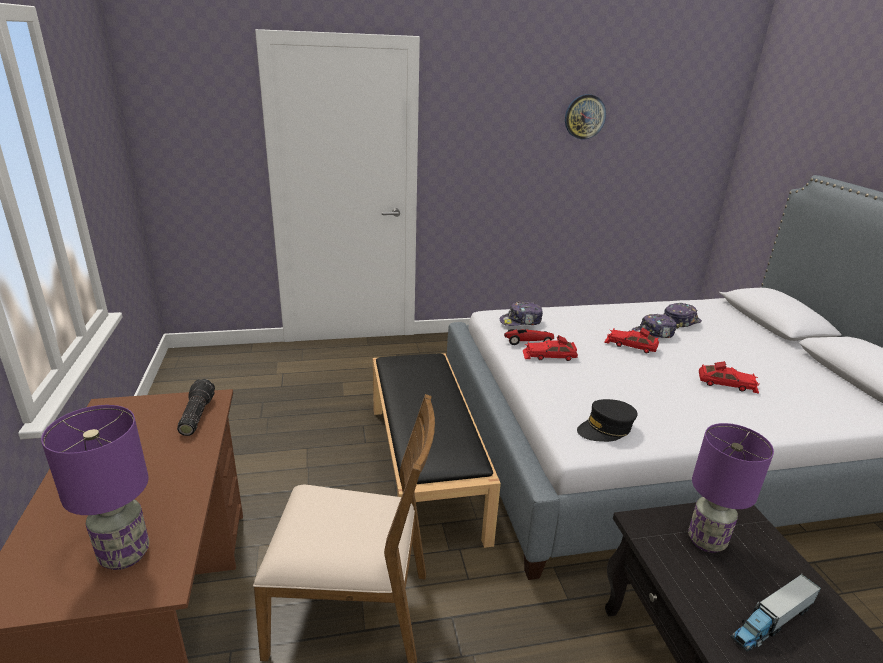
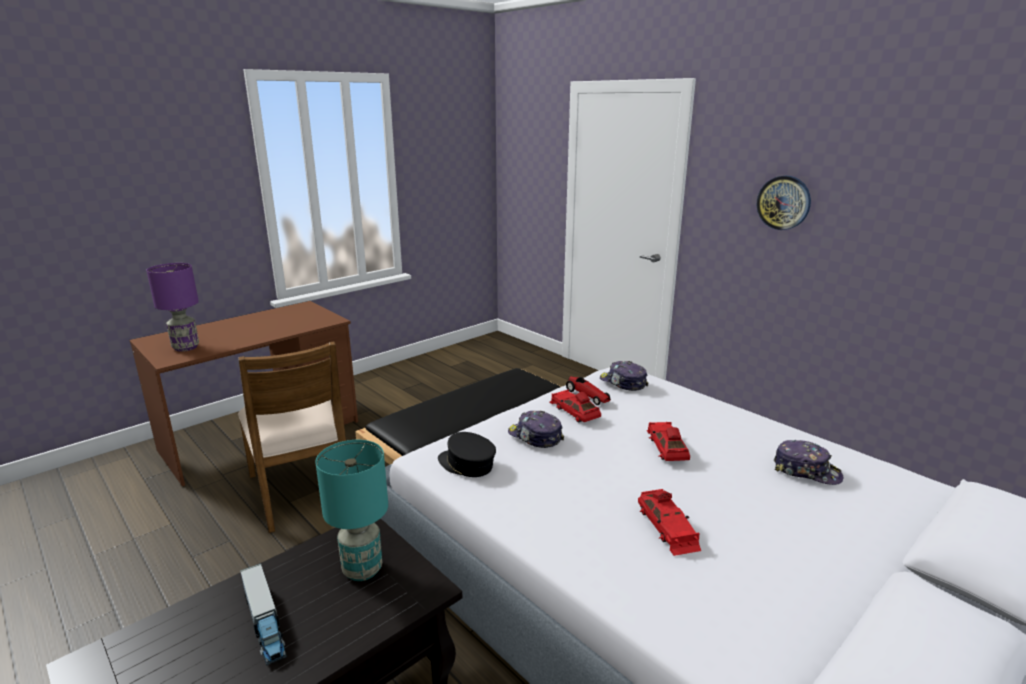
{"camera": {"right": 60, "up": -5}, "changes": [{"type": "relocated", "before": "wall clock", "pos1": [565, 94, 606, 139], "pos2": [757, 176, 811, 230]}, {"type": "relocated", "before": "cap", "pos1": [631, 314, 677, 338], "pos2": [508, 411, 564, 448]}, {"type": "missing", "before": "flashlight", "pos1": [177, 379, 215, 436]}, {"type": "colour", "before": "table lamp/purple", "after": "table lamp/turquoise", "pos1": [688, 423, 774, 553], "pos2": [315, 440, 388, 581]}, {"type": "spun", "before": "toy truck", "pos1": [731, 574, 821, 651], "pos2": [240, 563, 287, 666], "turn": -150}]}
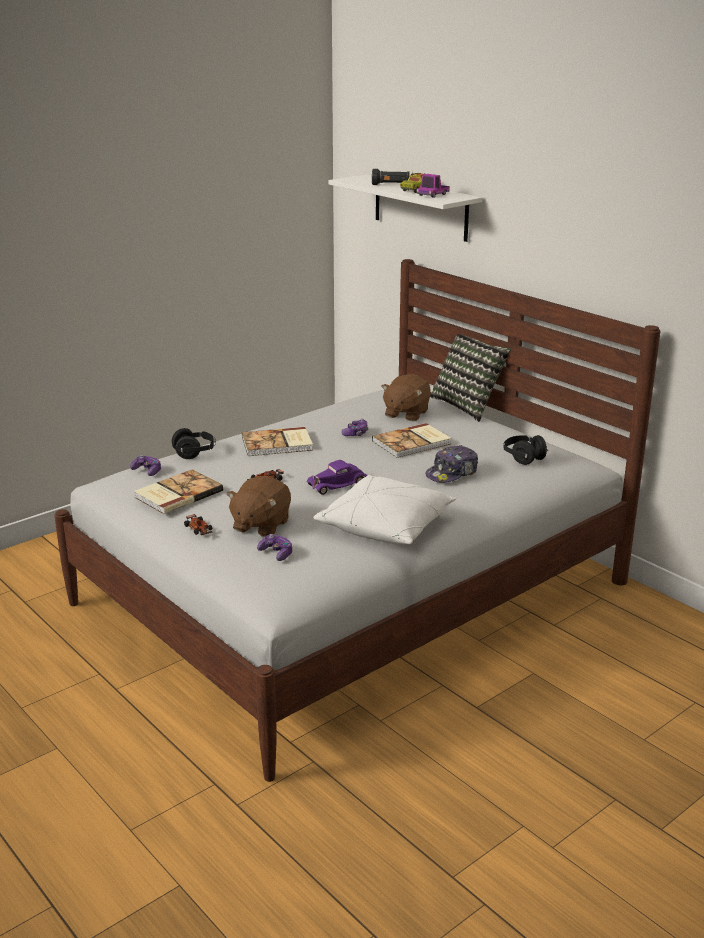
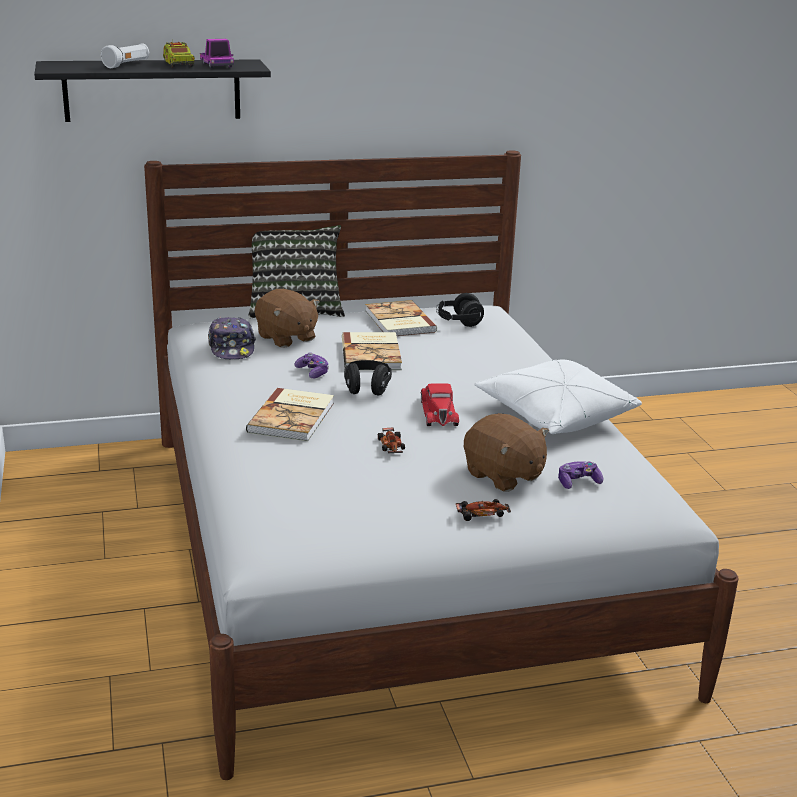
{"camera": {"right": -65, "up": 0}, "changes": [{"type": "colour", "before": "flashlight/black", "after": "flashlight/white", "pos1": [372, 169, 410, 185], "pos2": [101, 43, 149, 68]}, {"type": "colour", "before": "shelf/white", "after": "shelf/black", "pos1": [328, 174, 482, 242], "pos2": [34, 59, 271, 122]}, {"type": "relocated", "before": "headphones/black", "pos1": [172, 428, 216, 459], "pos2": [344, 360, 392, 396]}, {"type": "relocated", "before": "cap", "pos1": [425, 445, 478, 483], "pos2": [208, 317, 256, 359]}, {"type": "missing", "before": "game controller", "pos1": [130, 455, 161, 476]}, {"type": "colour", "before": "toy car/purple", "after": "toy car/red", "pos1": [306, 460, 367, 495], "pos2": [421, 384, 459, 426]}, {"type": "relocated", "before": "book", "pos1": [134, 469, 223, 514], "pos2": [365, 300, 437, 336]}]}
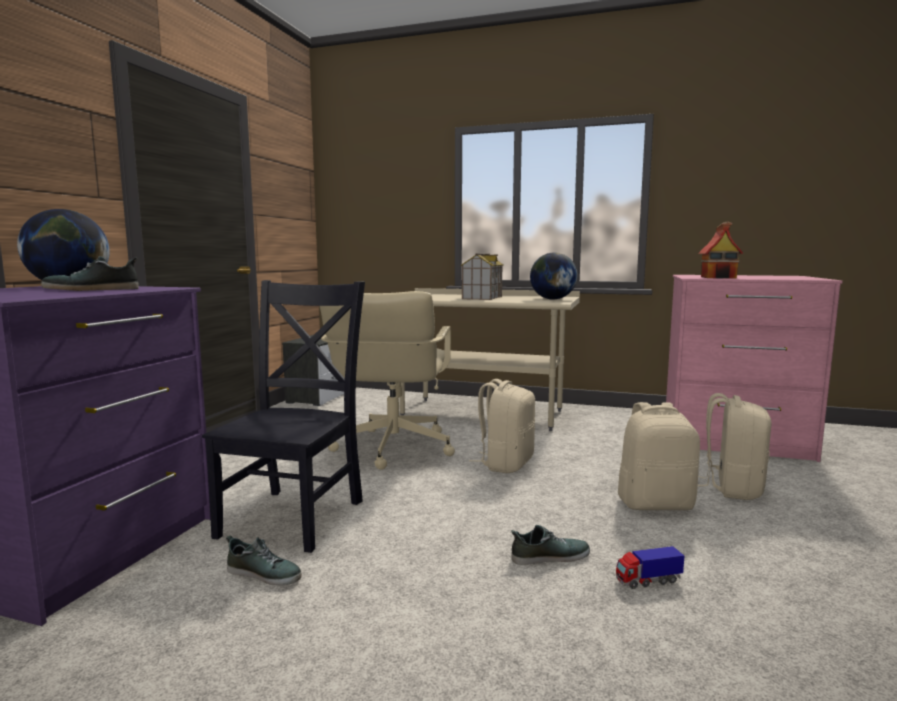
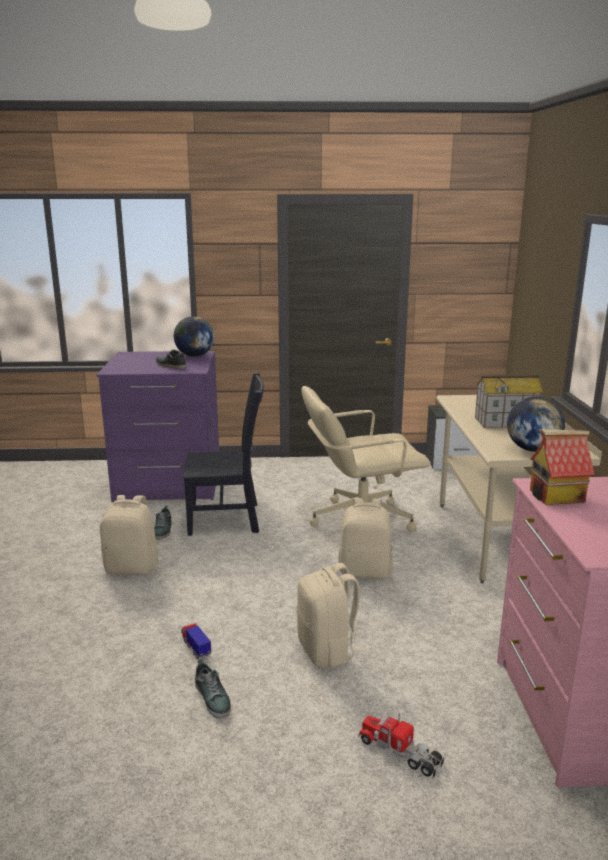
{"camera": {"right": 70, "up": 10}, "changes": [{"type": "relocated", "before": "backpack/beige", "pos1": [698, 393, 771, 500], "pos2": [100, 495, 159, 575]}, {"type": "relocated", "before": "shoe", "pos1": [511, 525, 590, 565], "pos2": [195, 659, 231, 719]}, {"type": "appeared", "after": "toy truck", "pos2": [358, 713, 444, 778]}]}
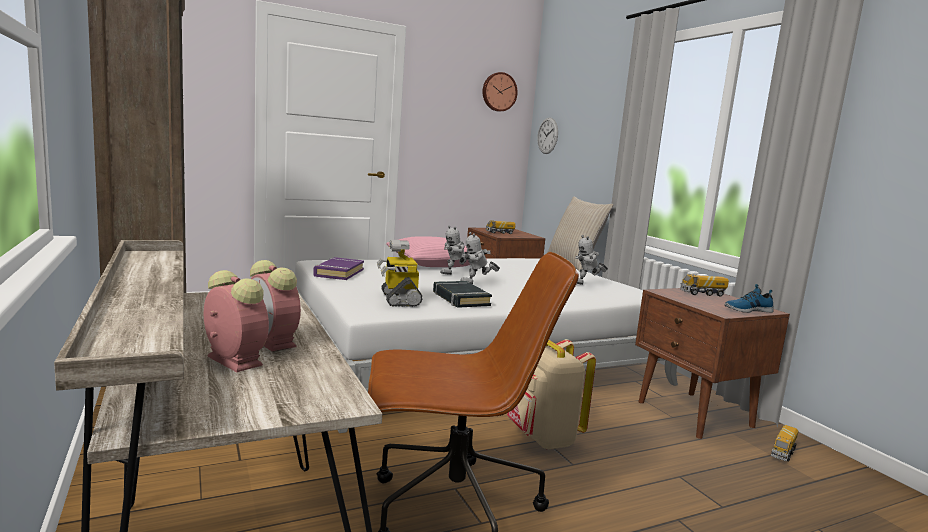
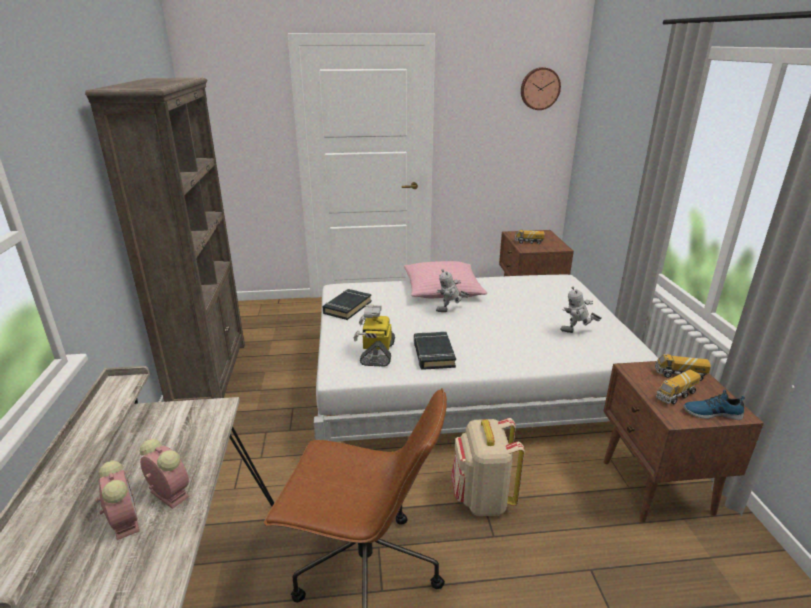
{"camera": {"right": 20, "up": 15}, "changes": [{"type": "missing", "before": "wall clock", "pos1": [537, 117, 558, 154]}, {"type": "missing", "before": "pillow/beige", "pos1": [546, 197, 614, 272]}, {"type": "missing", "before": "toy robot", "pos1": [460, 232, 500, 284]}, {"type": "colour", "before": "book/purple", "after": "book/black", "pos1": [313, 257, 364, 280], "pos2": [322, 289, 372, 320]}, {"type": "spun", "before": "alarm clock", "pos1": [250, 260, 301, 352], "pos2": [140, 439, 190, 509], "turn": 150}, {"type": "relocated", "before": "toy truck", "pos1": [771, 425, 798, 462], "pos2": [656, 370, 701, 404]}]}
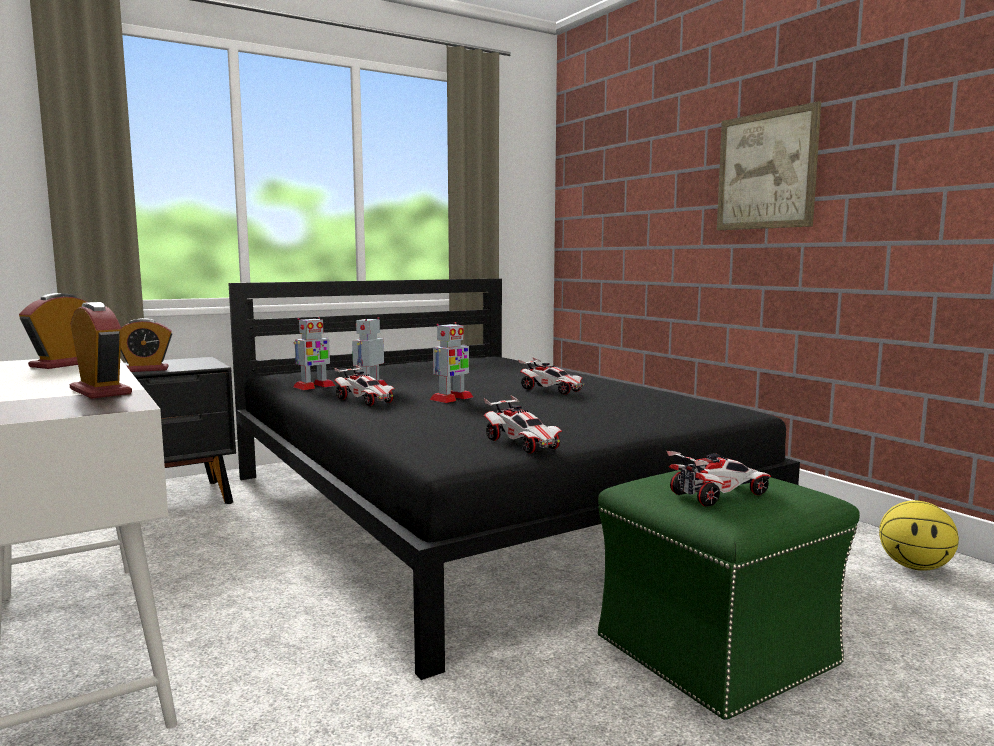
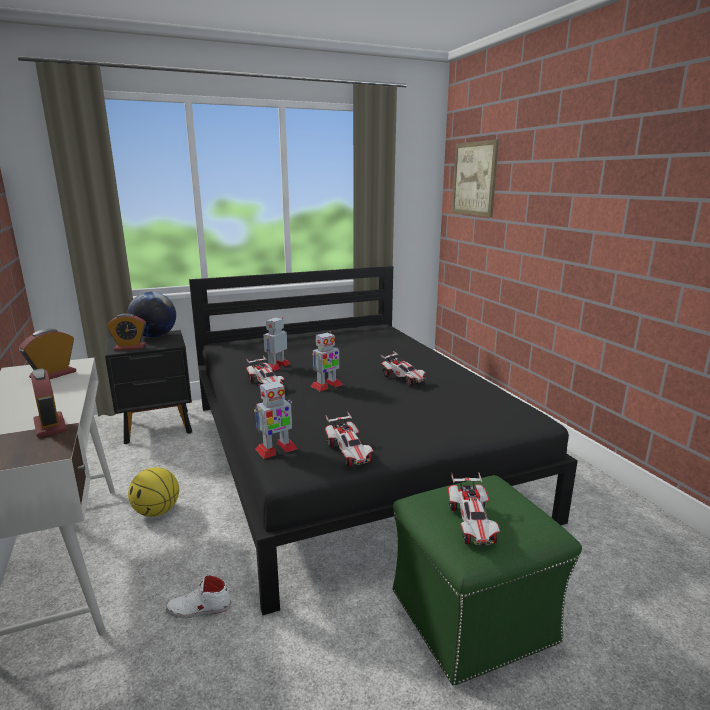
{"camera": {"right": 10, "up": 10}, "changes": [{"type": "relocated", "before": "picture", "pos1": [717, 101, 821, 230], "pos2": [452, 139, 499, 217]}, {"type": "relocated", "before": "toy robot", "pos1": [293, 317, 335, 390], "pos2": [254, 379, 298, 459]}, {"type": "spun", "before": "toy car", "pos1": [667, 451, 771, 507], "pos2": [448, 472, 500, 546], "turn": 105}, {"type": "relocated", "before": "basketball", "pos1": [879, 501, 959, 571], "pos2": [128, 467, 179, 517]}, {"type": "appeared", "after": "globe", "pos2": [127, 292, 176, 338]}, {"type": "appeared", "after": "shoe/white", "pos2": [166, 574, 231, 618]}]}
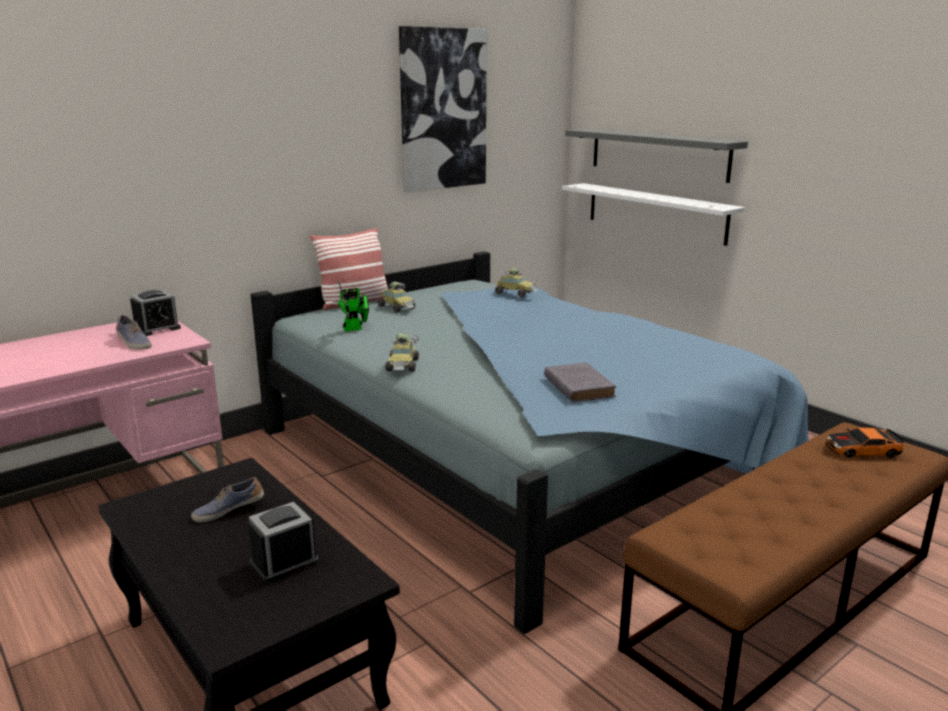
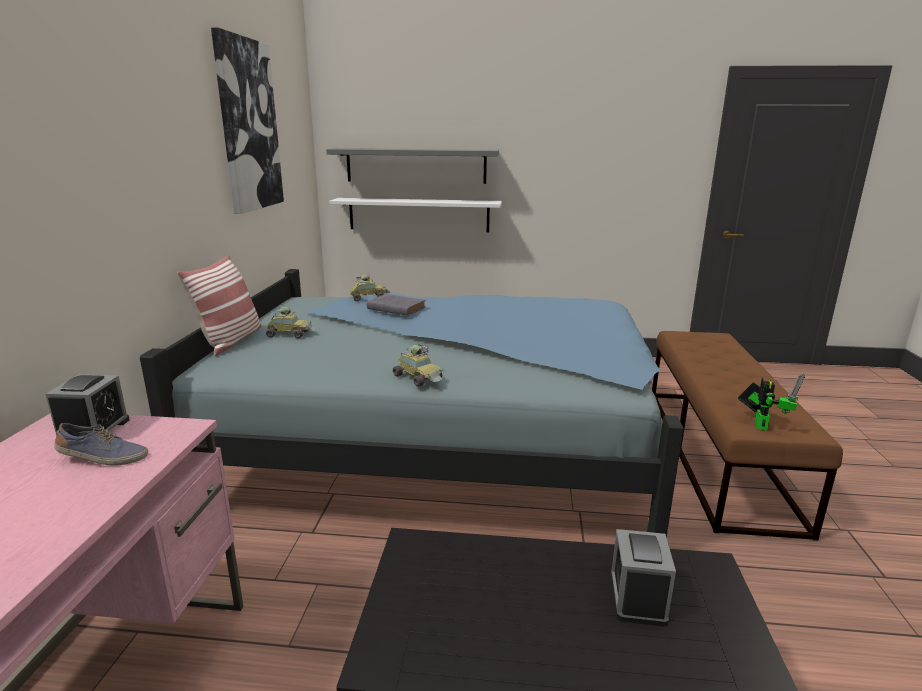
{"camera": {"right": -45, "up": 0}, "changes": [{"type": "relocated", "before": "toy robot", "pos1": [338, 279, 369, 332], "pos2": [738, 373, 805, 431]}, {"type": "relocated", "before": "book/grey", "pos1": [544, 362, 616, 402], "pos2": [367, 294, 426, 316]}, {"type": "missing", "before": "toy car", "pos1": [826, 428, 903, 458]}, {"type": "missing", "before": "shoe", "pos1": [191, 477, 264, 522]}]}
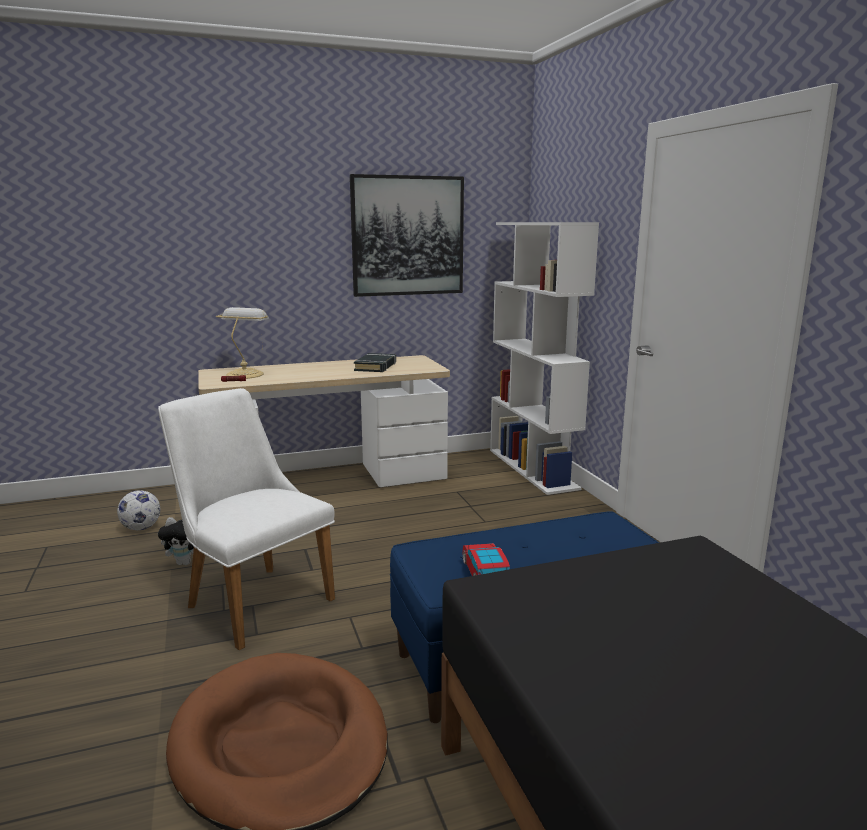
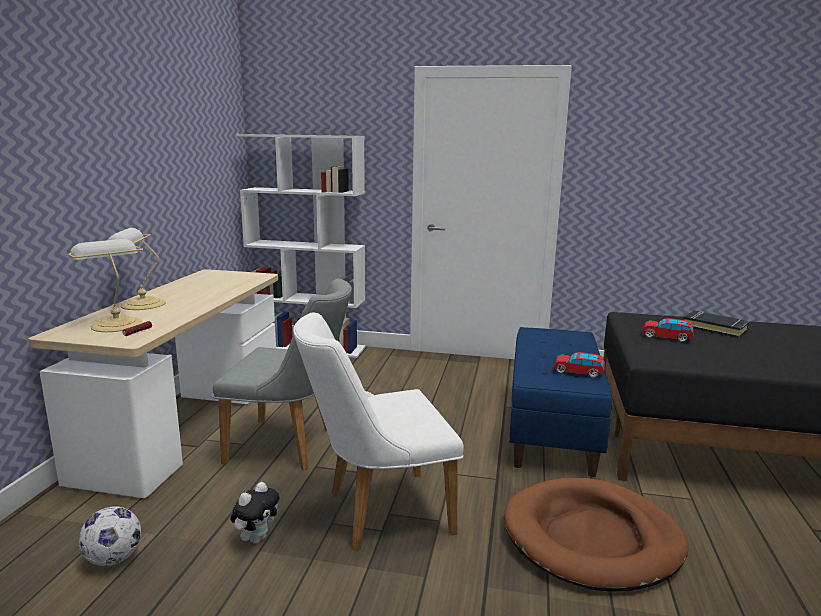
{"camera": {"right": -60, "up": 0}, "changes": [{"type": "missing", "before": "picture", "pos1": [350, 174, 464, 297]}, {"type": "relocated", "before": "book/black", "pos1": [354, 353, 396, 372], "pos2": [683, 311, 750, 338]}, {"type": "appeared", "after": "table lamp", "pos2": [108, 228, 166, 310]}, {"type": "appeared", "after": "chair/grey", "pos2": [213, 279, 352, 470]}, {"type": "appeared", "after": "toy car", "pos2": [642, 318, 694, 342]}]}
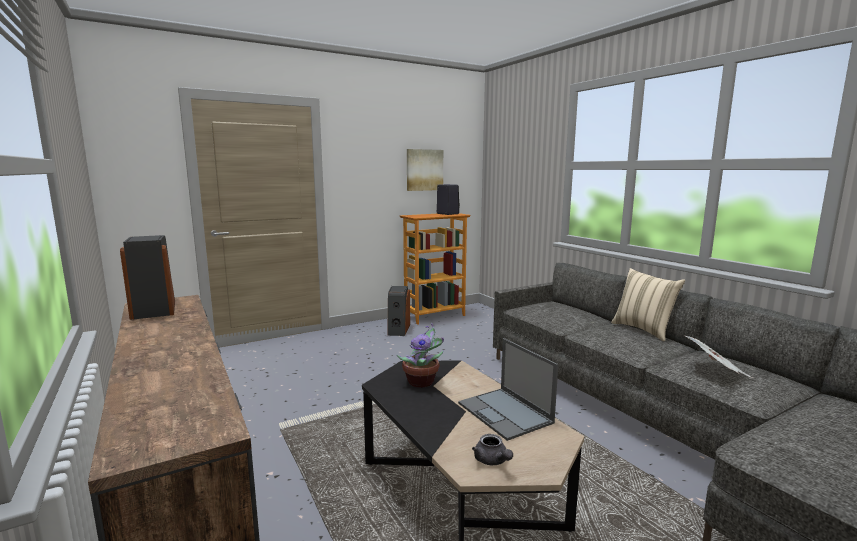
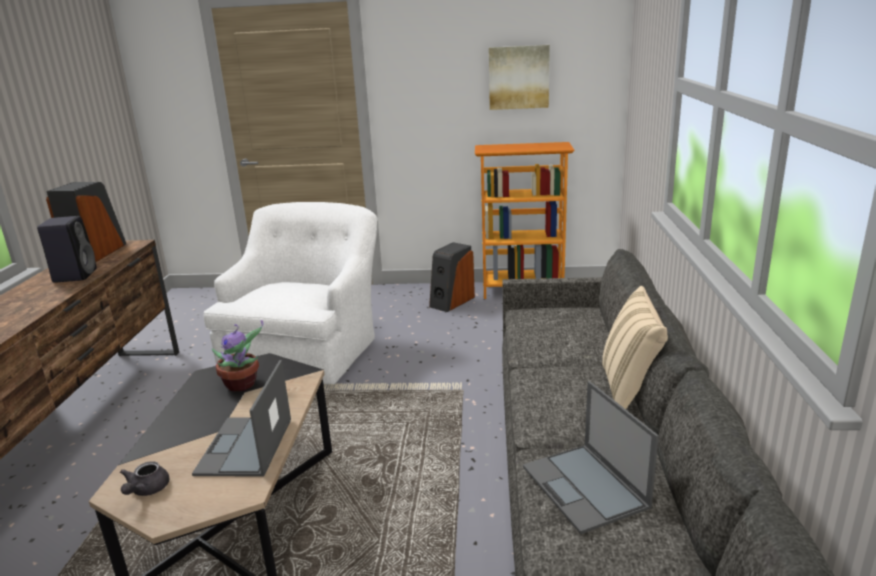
{"camera": {"right": 35, "up": 10}, "changes": [{"type": "relocated", "before": "speaker/black", "pos1": [437, 184, 460, 215], "pos2": [37, 216, 97, 283]}, {"type": "exchanged", "before": "newspaper", "after": "laptop", "pos1": [686, 336, 753, 378], "pos2": [523, 381, 659, 534]}, {"type": "appeared", "after": "armchair/white", "pos2": [203, 202, 378, 384]}]}
